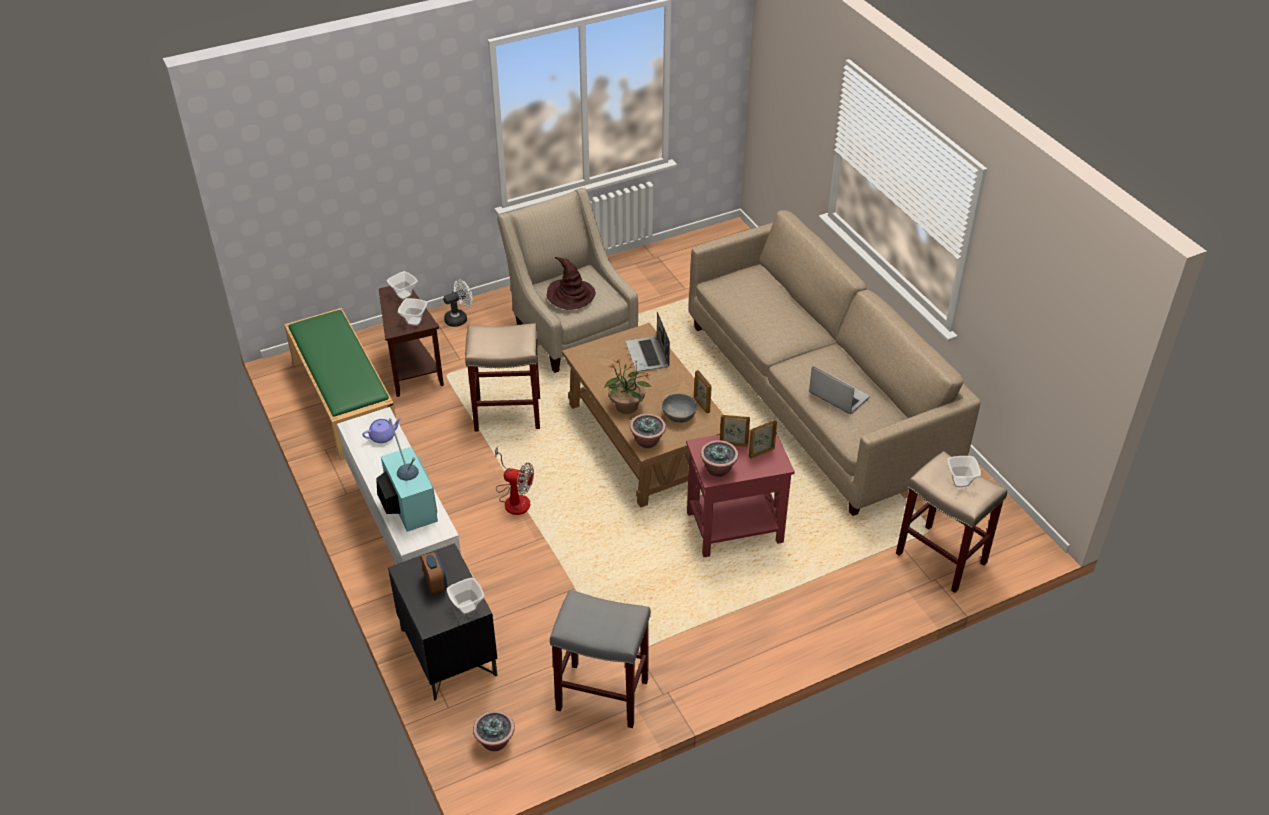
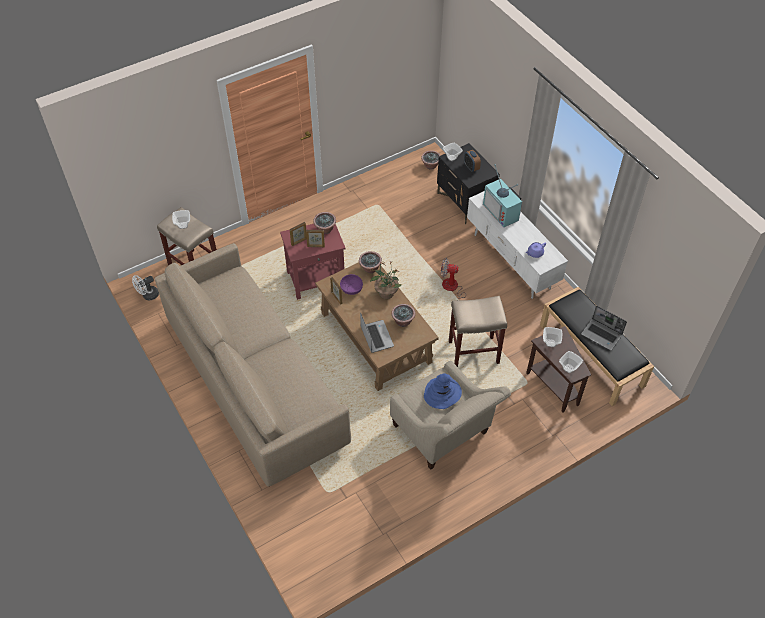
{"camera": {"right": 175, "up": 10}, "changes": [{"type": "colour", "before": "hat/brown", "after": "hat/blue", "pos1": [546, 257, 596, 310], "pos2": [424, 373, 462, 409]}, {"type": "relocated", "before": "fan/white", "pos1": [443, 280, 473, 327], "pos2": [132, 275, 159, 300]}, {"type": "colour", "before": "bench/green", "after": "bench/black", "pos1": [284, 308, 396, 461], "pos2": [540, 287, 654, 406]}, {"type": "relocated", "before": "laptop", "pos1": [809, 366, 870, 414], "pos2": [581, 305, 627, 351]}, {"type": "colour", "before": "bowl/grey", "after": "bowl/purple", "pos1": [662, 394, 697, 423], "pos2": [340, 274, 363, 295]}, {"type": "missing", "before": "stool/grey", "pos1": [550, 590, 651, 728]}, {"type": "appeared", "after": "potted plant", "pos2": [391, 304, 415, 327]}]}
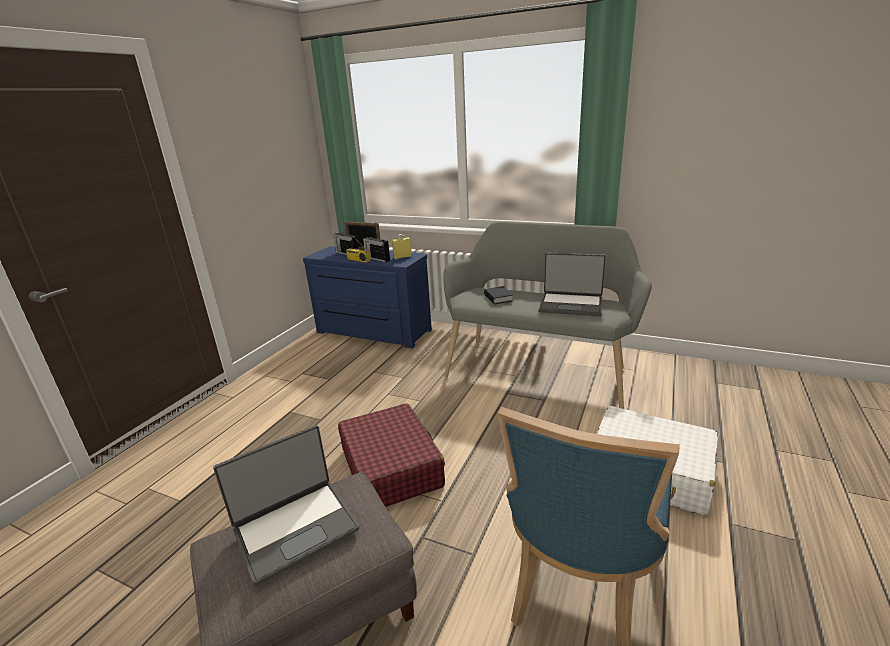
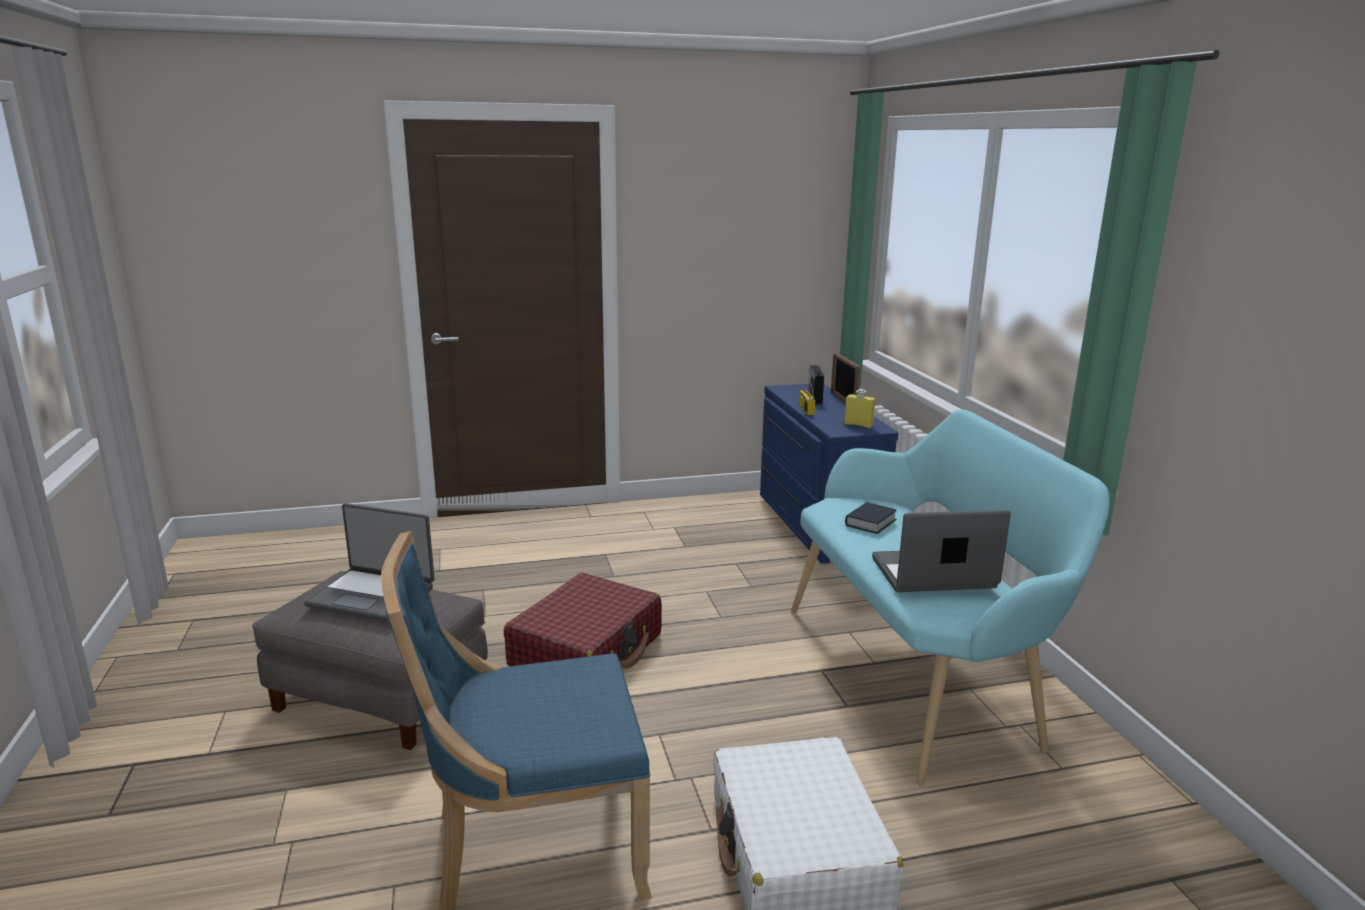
{"camera": {"right": 50, "up": -5}, "changes": [{"type": "colour", "before": "bench/grey", "after": "bench/turquoise", "pos1": [443, 221, 652, 409], "pos2": [791, 410, 1110, 786]}, {"type": "missing", "before": "radio", "pos1": [363, 235, 390, 262]}, {"type": "spun", "before": "laptop", "pos1": [539, 253, 606, 316], "pos2": [872, 510, 1011, 592], "turn": 105}]}
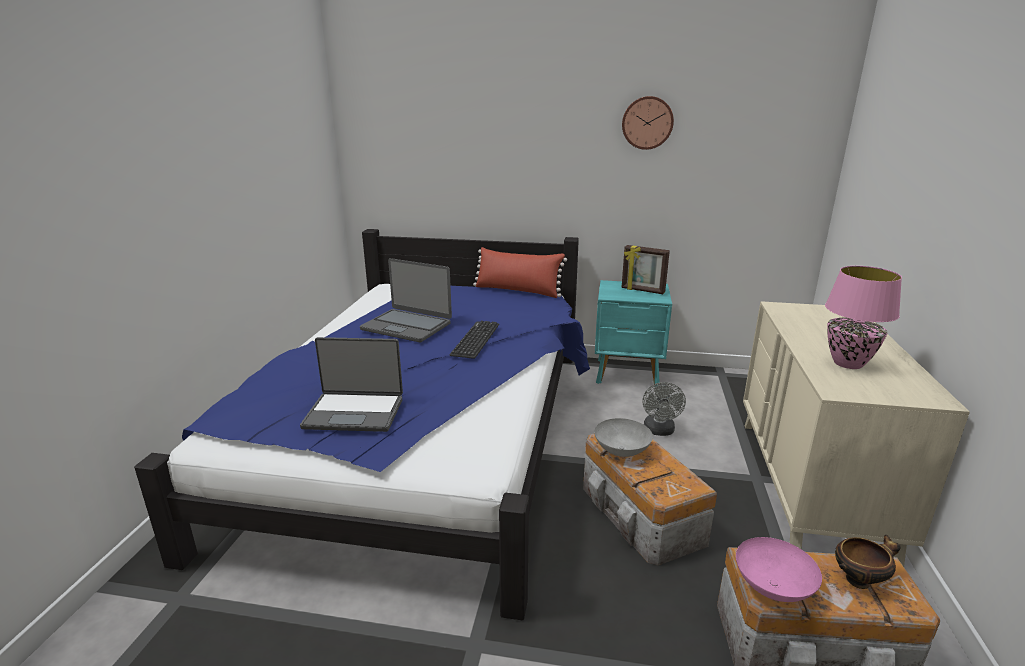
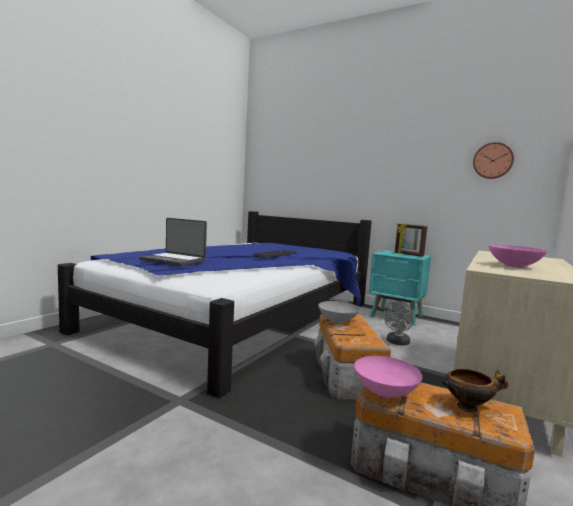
{"camera": {"right": 20, "up": -15}, "changes": [{"type": "relocated", "before": "wall clock", "pos1": [622, 96, 674, 150], "pos2": [473, 142, 514, 179]}, {"type": "missing", "before": "pillow/red", "pos1": [473, 247, 567, 298]}, {"type": "missing", "before": "laptop", "pos1": [360, 258, 452, 342]}, {"type": "exchanged", "before": "table lamp/pink", "after": "bowl/pink", "pos1": [825, 266, 902, 369], "pos2": [488, 245, 547, 268]}]}
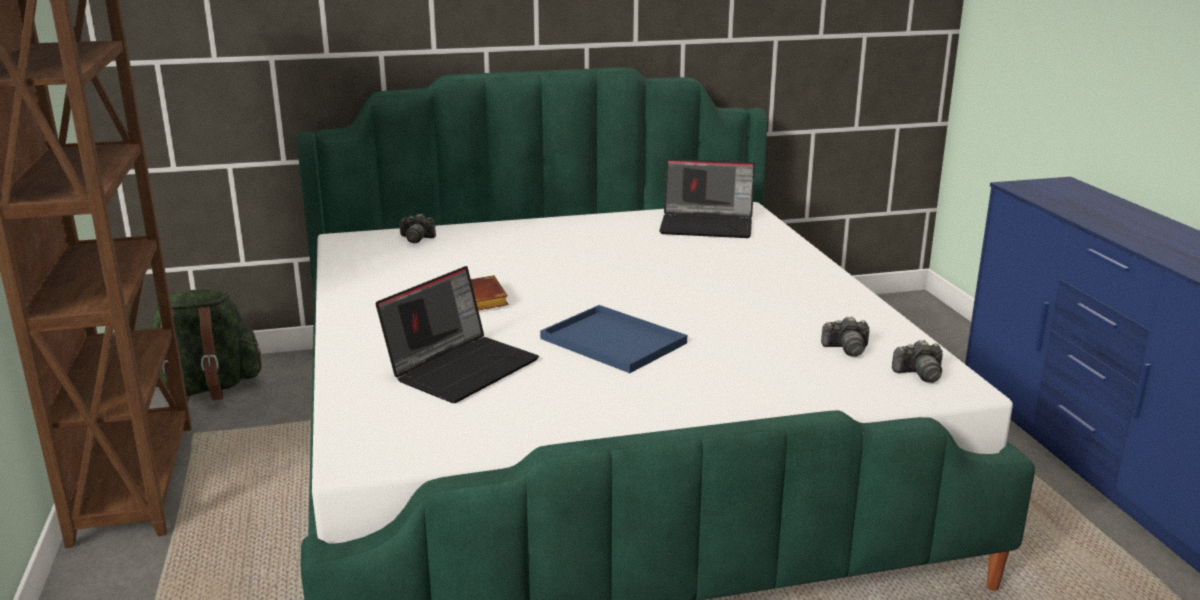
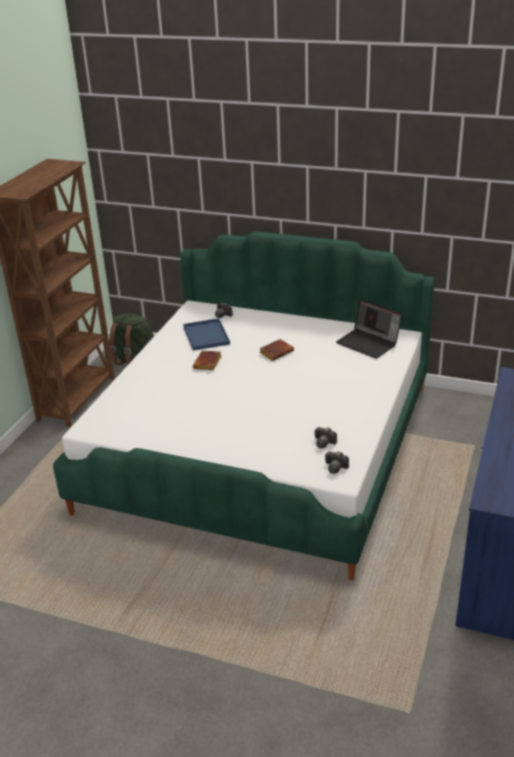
{"camera": {"right": 35, "up": 10}, "changes": [{"type": "missing", "before": "laptop", "pos1": [376, 266, 539, 403]}, {"type": "relocated", "before": "tray/blue", "pos1": [540, 305, 687, 373], "pos2": [183, 318, 230, 351]}, {"type": "appeared", "after": "book/brown", "pos2": [259, 339, 294, 361]}]}
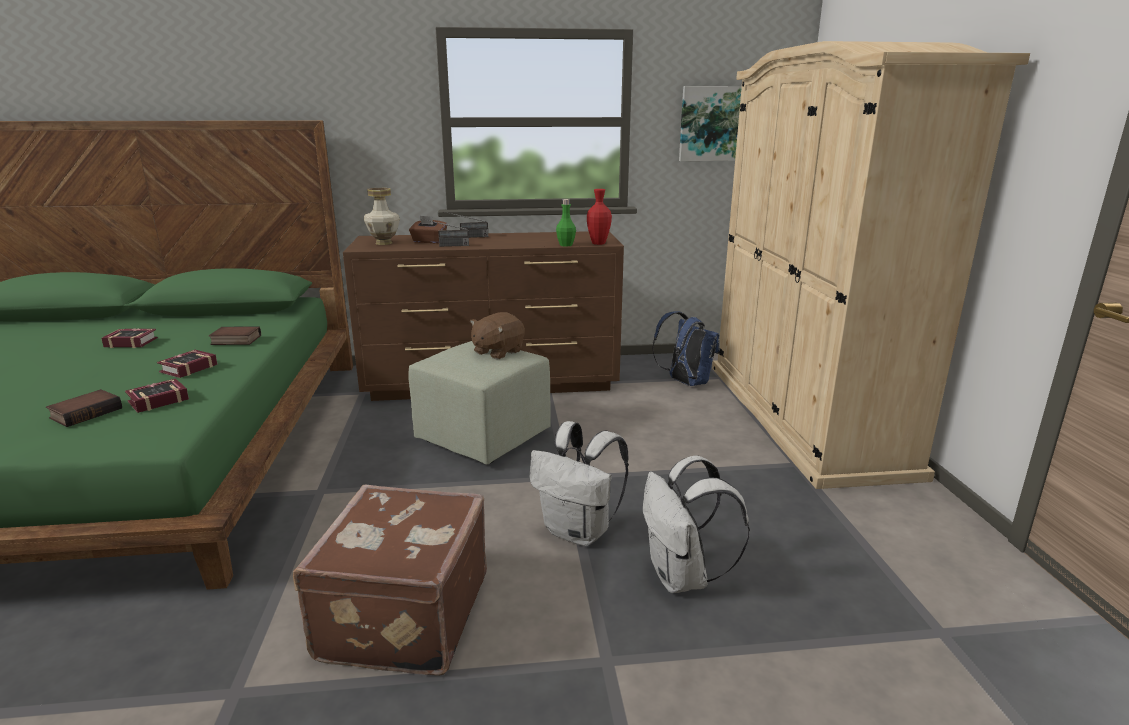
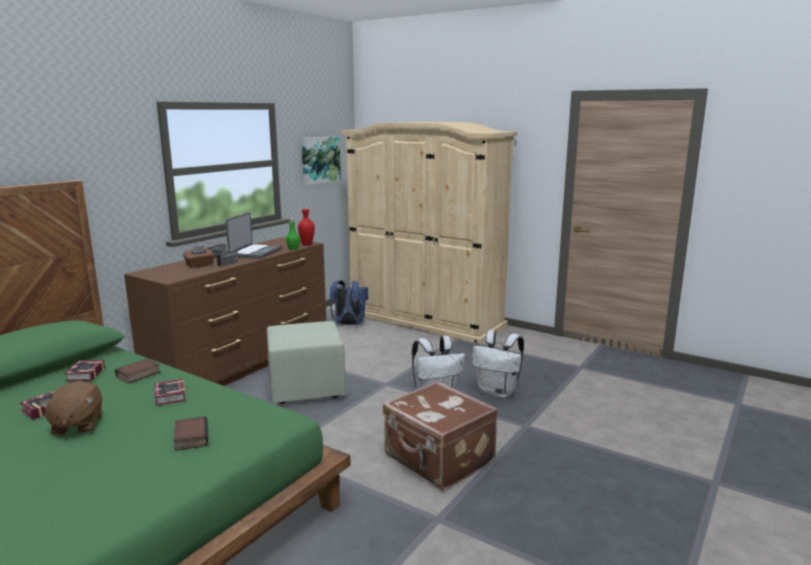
{"camera": {"right": -50, "up": -5}, "changes": [{"type": "missing", "before": "vase", "pos1": [364, 188, 400, 245]}, {"type": "relocated", "before": "plush toy/brown", "pos1": [470, 312, 525, 359], "pos2": [40, 381, 102, 436]}, {"type": "relocated", "before": "book", "pos1": [125, 378, 189, 413], "pos2": [64, 360, 105, 382]}, {"type": "appeared", "after": "laptop", "pos2": [225, 212, 282, 259]}]}
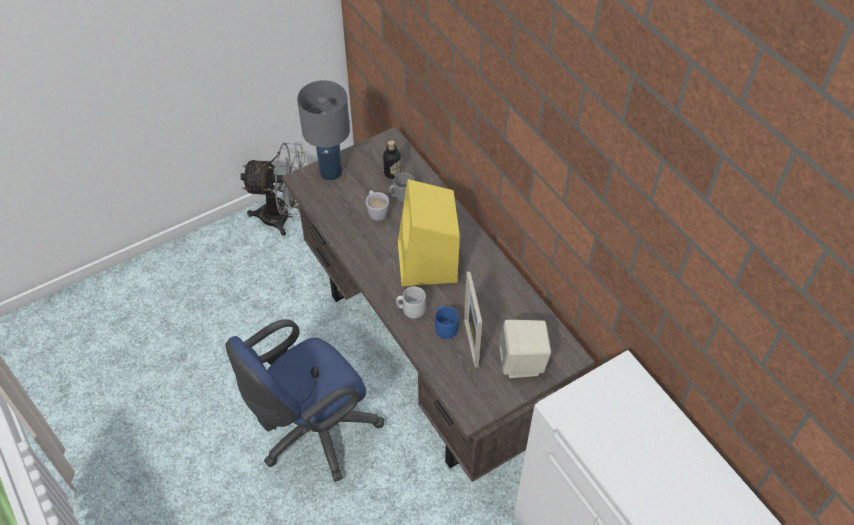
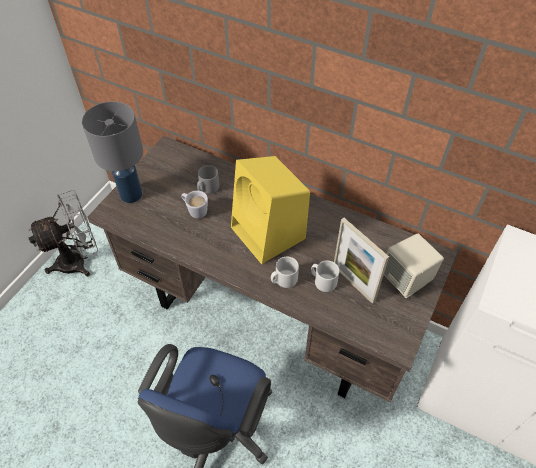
{"camera": {"right": -30, "up": 0}, "changes": [{"type": "missing", "before": "bottle", "pos1": [383, 140, 401, 179]}, {"type": "colour", "before": "mug/blue", "after": "mug/grey", "pos1": [435, 306, 459, 339], "pos2": [311, 261, 339, 292]}]}
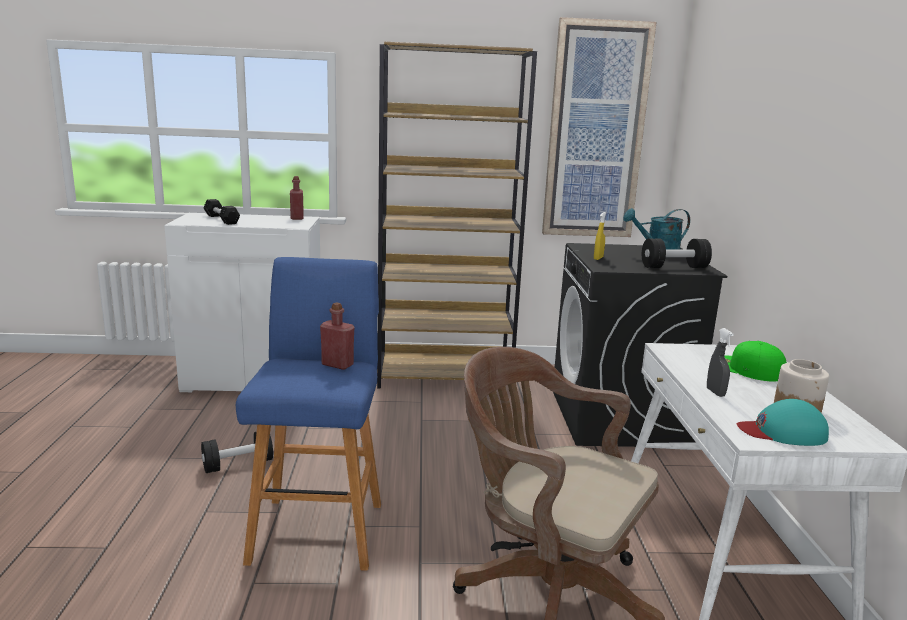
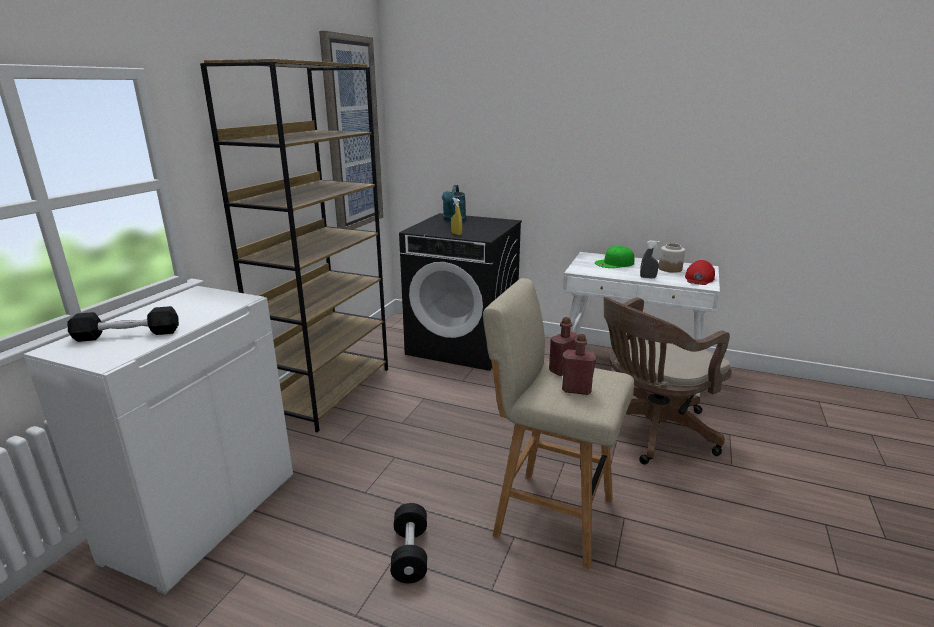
{"camera": {"right": -65, "up": 5}, "changes": [{"type": "relocated", "before": "bottle/red", "pos1": [290, 176, 304, 220], "pos2": [562, 334, 596, 395]}, {"type": "missing", "before": "dumbbell/black", "pos1": [642, 238, 712, 268]}, {"type": "colour", "before": "stool/blue", "after": "stool/beige", "pos1": [236, 257, 381, 571], "pos2": [483, 278, 634, 570]}, {"type": "colour", "before": "cap/turquoise", "after": "cap/red", "pos1": [737, 399, 829, 446], "pos2": [685, 260, 715, 285]}]}
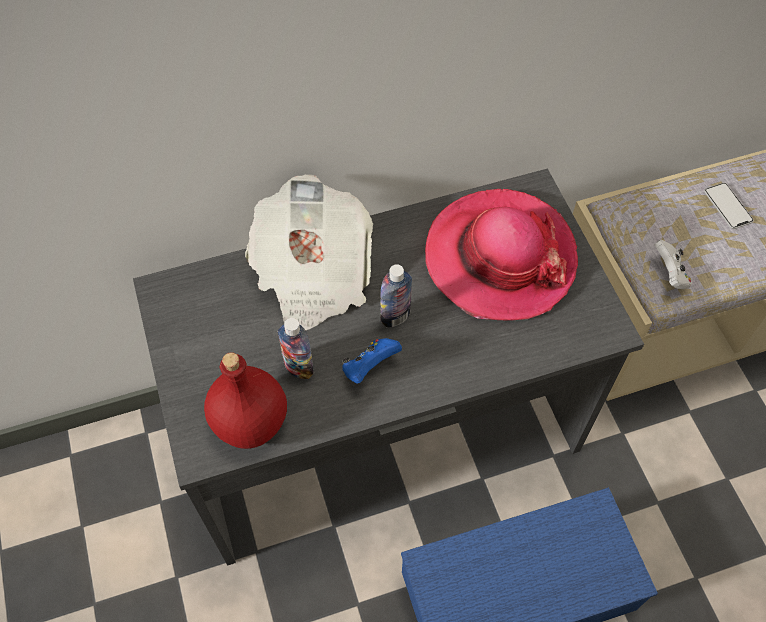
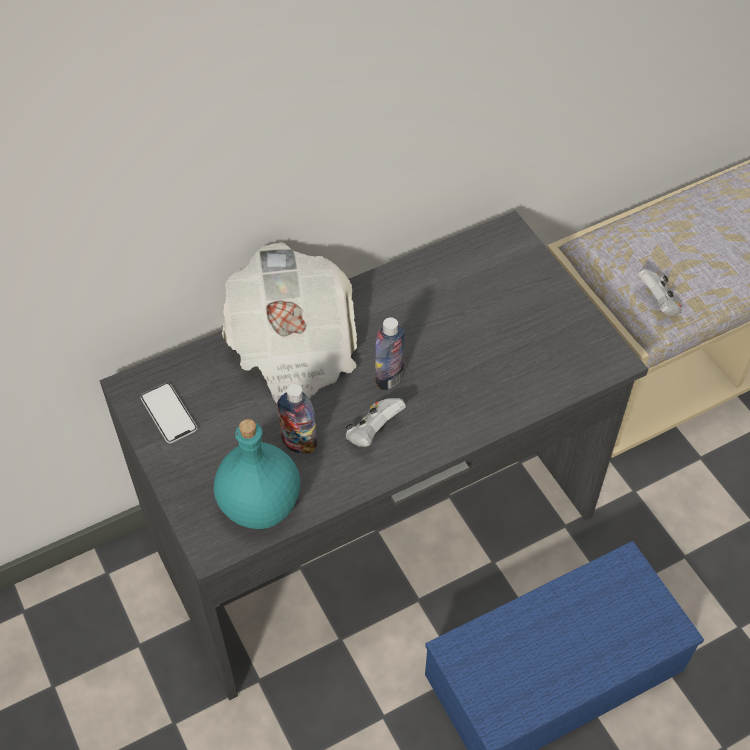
{"camera": {"right": -10, "up": -5}, "changes": [{"type": "relocated", "before": "phone", "pos1": [704, 183, 754, 229], "pos2": [140, 383, 198, 443]}, {"type": "missing", "before": "hat", "pos1": [425, 189, 578, 321]}, {"type": "colour", "before": "game controller/blue", "after": "game controller/white", "pos1": [342, 338, 402, 384], "pos2": [345, 398, 406, 447]}, {"type": "colour", "before": "bottle/red", "after": "bottle/turquoise", "pos1": [204, 352, 287, 449], "pos2": [214, 419, 300, 529]}]}
